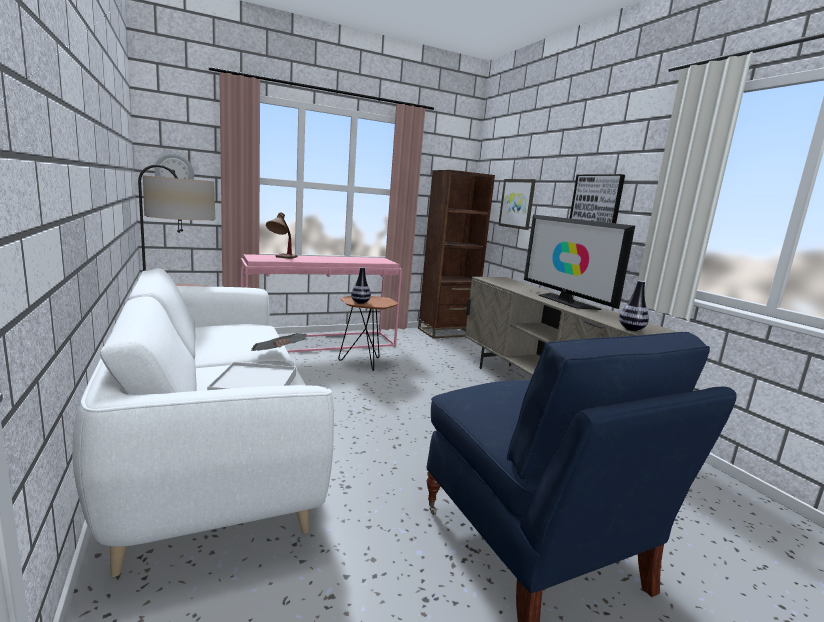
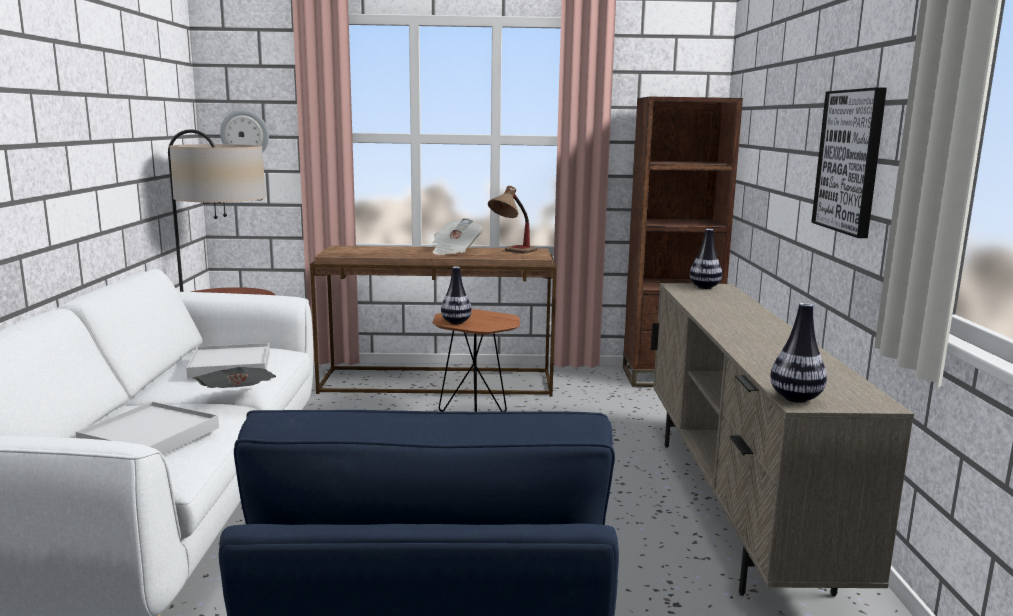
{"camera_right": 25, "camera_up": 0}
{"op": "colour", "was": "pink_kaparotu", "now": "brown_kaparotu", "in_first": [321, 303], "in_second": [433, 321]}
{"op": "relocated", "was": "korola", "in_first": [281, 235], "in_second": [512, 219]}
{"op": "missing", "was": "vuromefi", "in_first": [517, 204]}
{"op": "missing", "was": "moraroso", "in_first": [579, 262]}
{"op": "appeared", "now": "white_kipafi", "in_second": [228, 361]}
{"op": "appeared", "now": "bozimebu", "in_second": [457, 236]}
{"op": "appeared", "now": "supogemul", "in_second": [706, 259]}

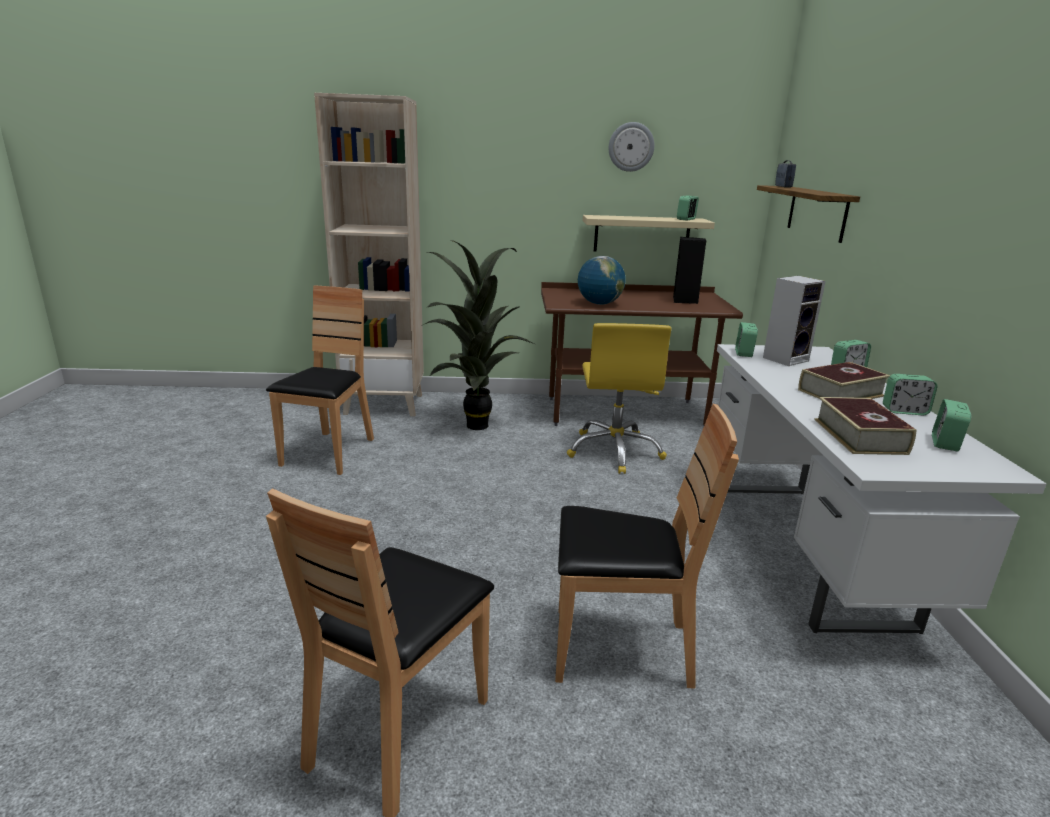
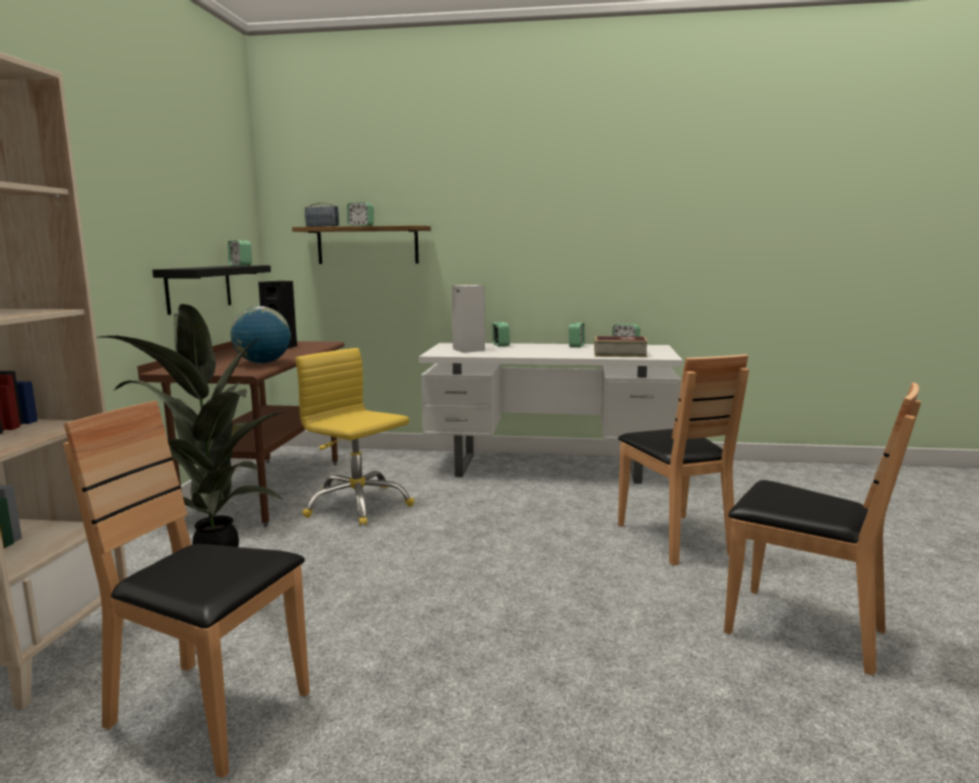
{"camera_right": -80, "camera_up": -10}
{"op": "spun", "was": "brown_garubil", "in_first": [647, 546], "in_second": [683, 459], "clockwise": 150}
{"op": "spun", "was": "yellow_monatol", "in_first": [619, 398], "in_second": [354, 437], "clockwise": -150}
{"op": "colour", "was": "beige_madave", "now": "black_madave", "in_first": [649, 233], "in_second": [211, 290]}
{"op": "missing", "was": "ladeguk", "in_first": [632, 147]}
{"op": "relocated", "was": "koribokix", "in_first": [746, 339], "in_second": [360, 214]}
{"op": "missing", "was": "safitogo", "in_first": [844, 380]}

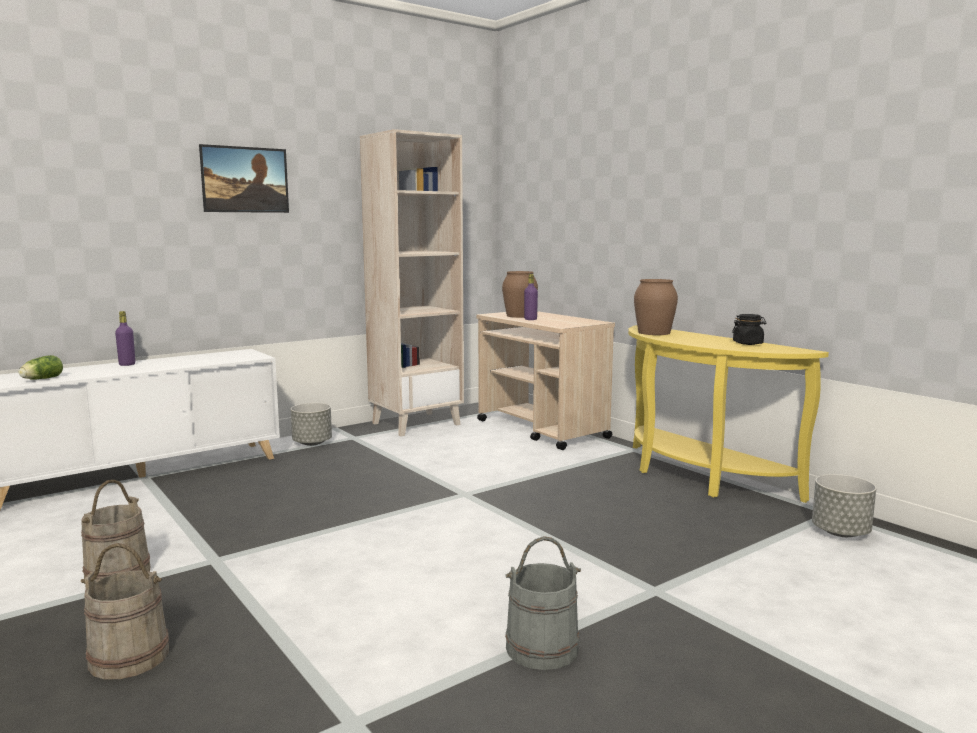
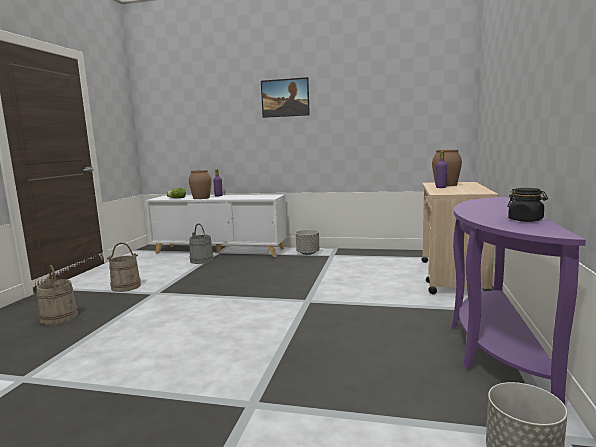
{"camera_right": 50, "camera_up": 0}
{"op": "missing", "was": "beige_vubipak", "in_first": [412, 282]}
{"op": "relocated", "was": "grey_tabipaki", "in_first": [543, 603], "in_second": [201, 243]}
{"op": "colour", "was": "yellow_kaparotu", "now": "purple_kaparotu", "in_first": [728, 414], "in_second": [519, 301]}
{"op": "relocated", "was": "brown_supogemul", "in_first": [656, 307], "in_second": [200, 184]}

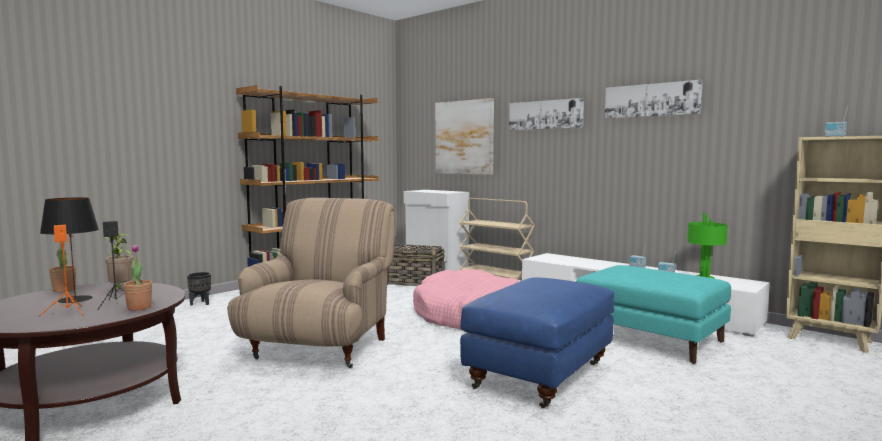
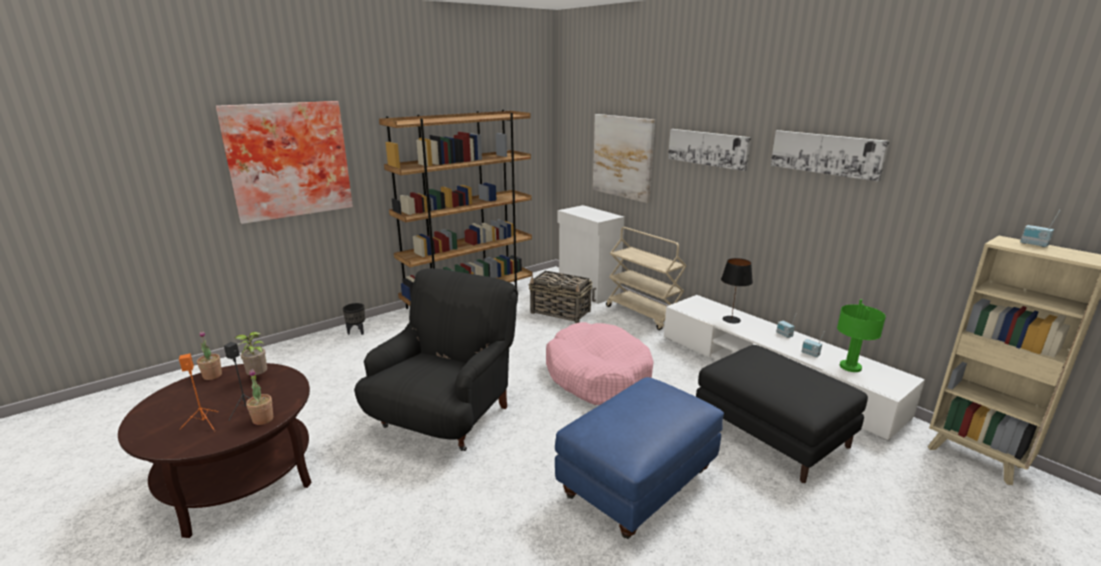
{"camera_right": 10, "camera_up": 15}
{"op": "relocated", "was": "black_korola", "in_first": [69, 250], "in_second": [737, 291]}
{"op": "colour", "was": "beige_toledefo", "now": "black_toledefo", "in_first": [311, 283], "in_second": [436, 359]}
{"op": "colour", "was": "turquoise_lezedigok", "now": "black_lezedigok", "in_first": [653, 314], "in_second": [782, 414]}
{"op": "appeared", "now": "vuromefi", "in_second": [284, 162]}

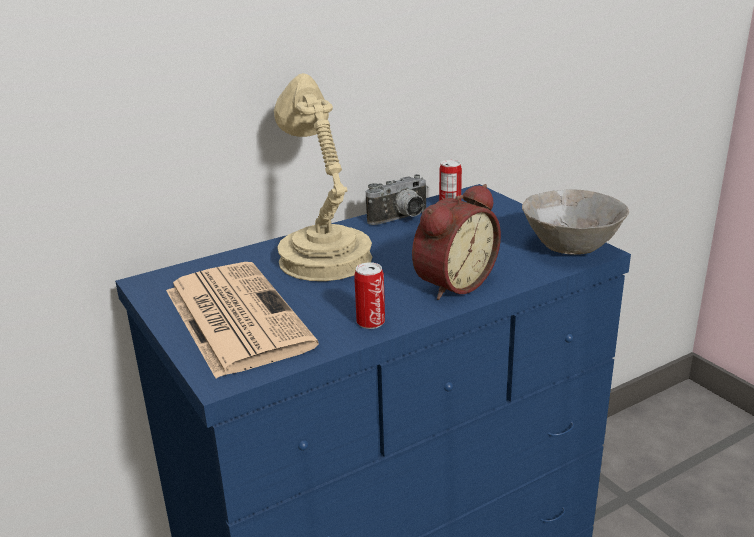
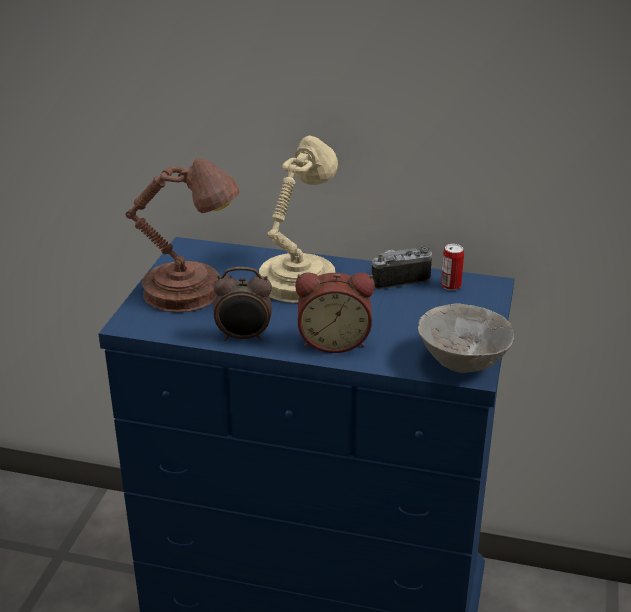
{"camera_right": 45, "camera_up": 5}
{"op": "exchanged", "was": "bozimebu", "now": "brown_korola", "in_first": [242, 320], "in_second": [183, 235]}
{"op": "exchanged", "was": "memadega", "now": "koribokix", "in_first": [369, 295], "in_second": [243, 304]}
{"op": "spun", "was": "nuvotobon", "in_first": [397, 199], "in_second": [401, 267], "clockwise": 150}

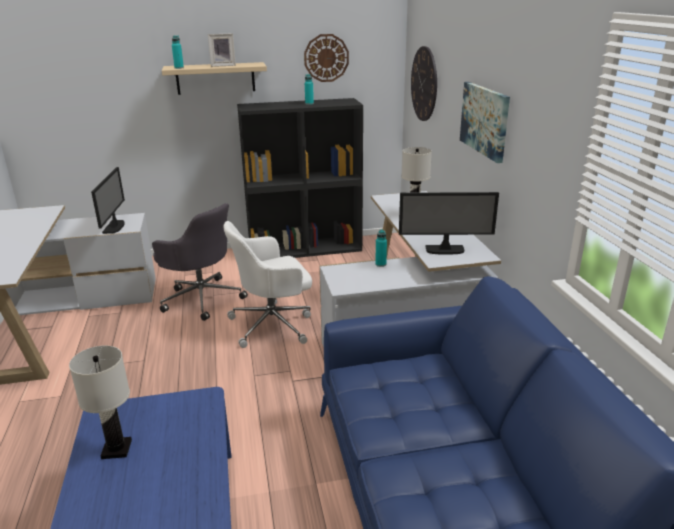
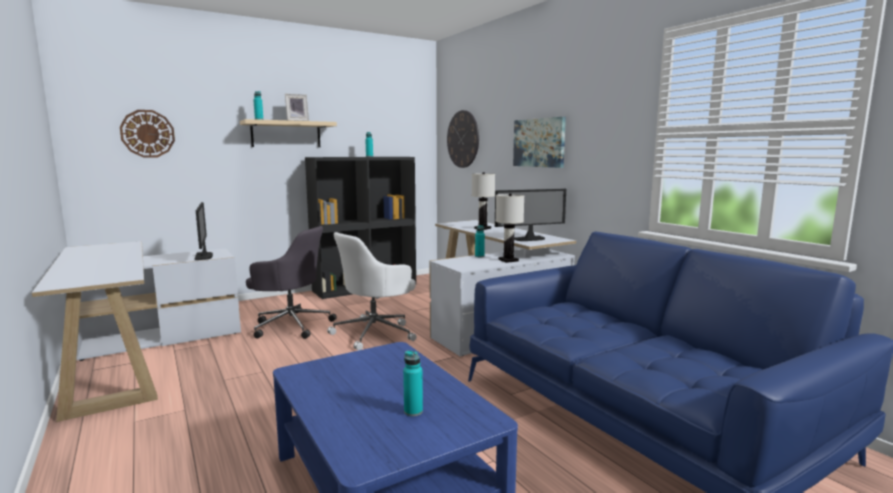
{"camera_right": -20, "camera_up": -15}
{"op": "relocated", "was": "white_korola", "in_first": [100, 402], "in_second": [509, 228]}
{"op": "relocated", "was": "ladeguk", "in_first": [326, 58], "in_second": [147, 134]}
{"op": "appeared", "now": "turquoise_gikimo", "in_second": [413, 383]}

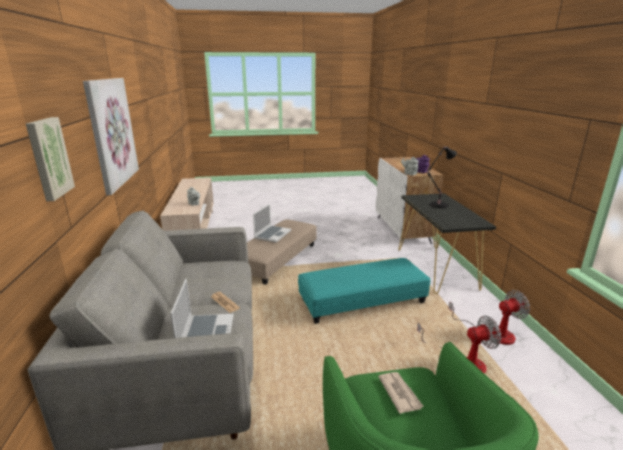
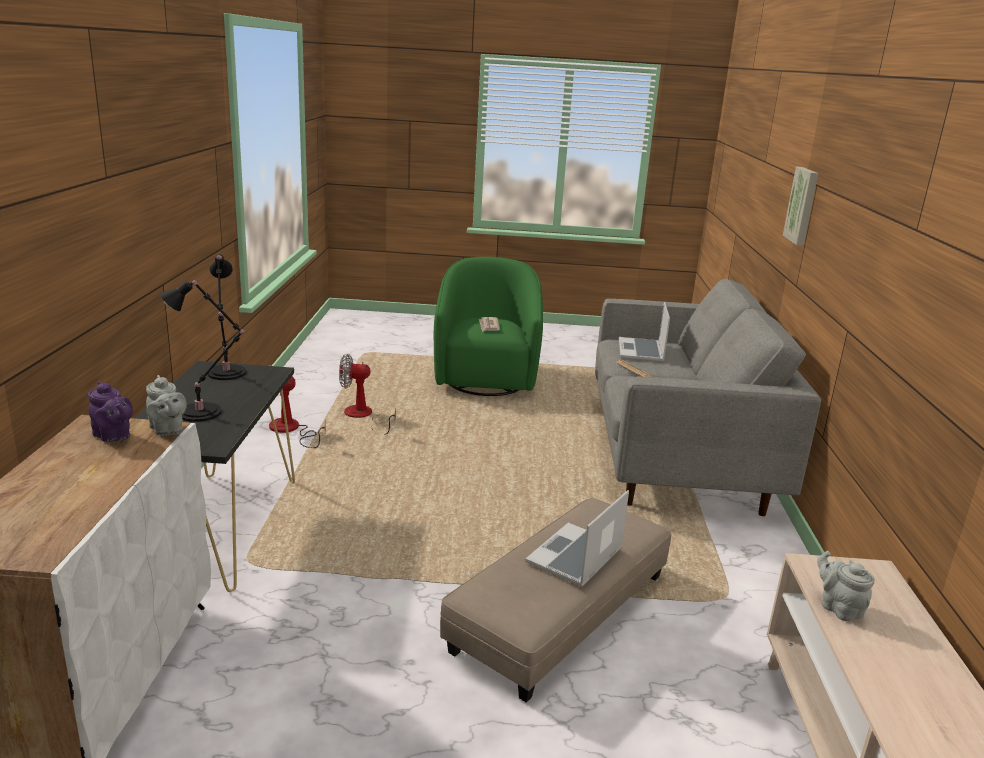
{"camera_right": -170, "camera_up": 0}
{"op": "missing", "was": "vuromefi", "in_first": [111, 136]}
{"op": "missing", "was": "turquoise_lezedigok", "in_first": [364, 291]}
{"op": "appeared", "now": "black_korola", "in_second": [226, 317]}

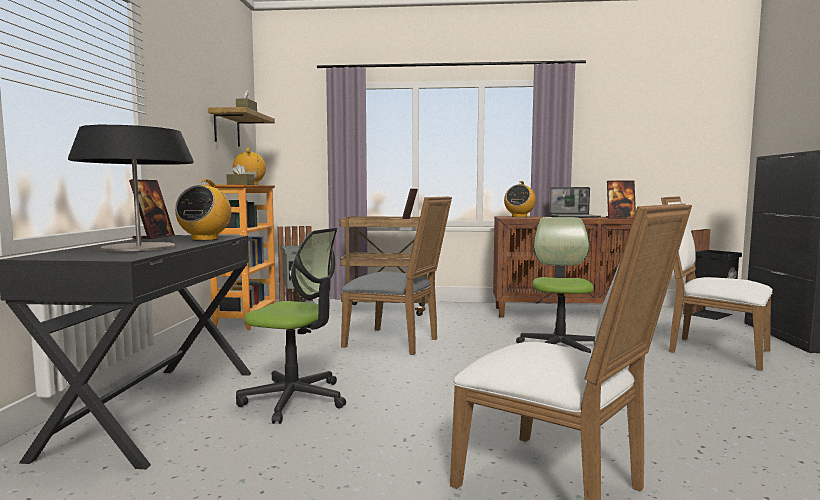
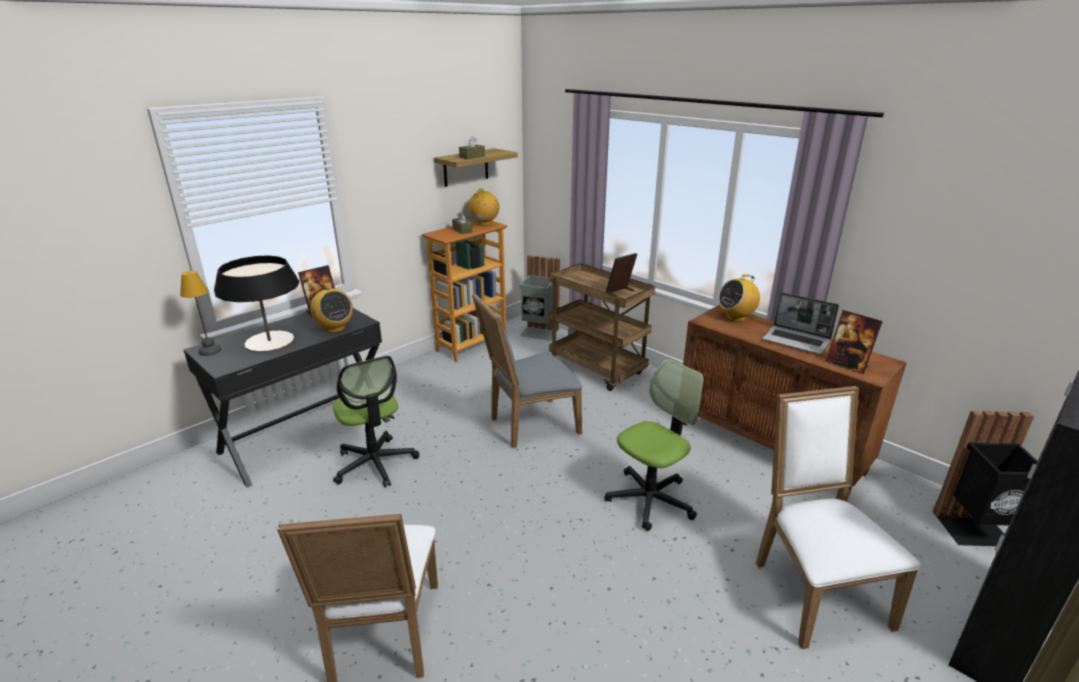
{"camera_right": 40, "camera_up": 20}
{"op": "spun", "was": "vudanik", "in_first": [203, 210], "in_second": [331, 308], "clockwise": -90}
{"op": "spun", "was": "grey_garubil", "in_first": [396, 275], "in_second": [527, 371], "clockwise": 90}
{"op": "appeared", "now": "korola", "in_second": [200, 313]}

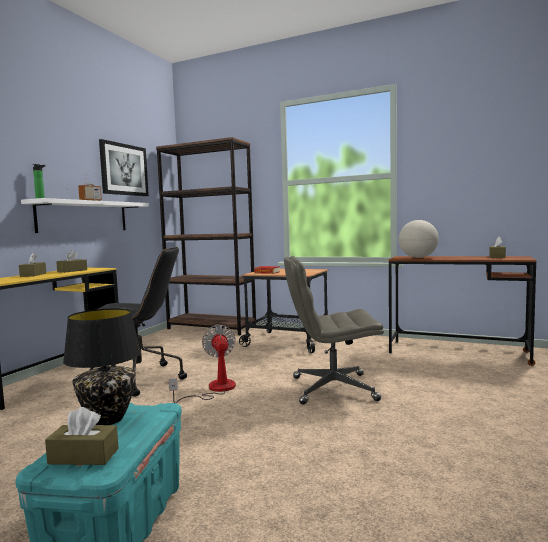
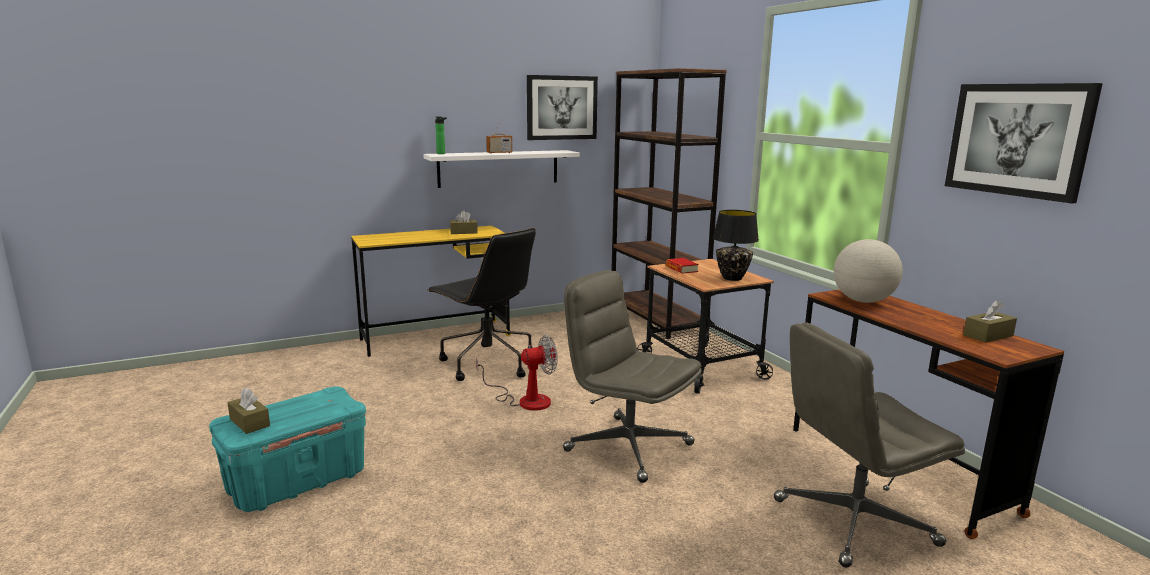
{"camera_right": 40, "camera_up": 10}
{"op": "missing", "was": "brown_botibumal", "in_first": [32, 264]}
{"op": "relocated", "was": "black_korola", "in_first": [102, 366], "in_second": [736, 245]}
{"op": "spun", "was": "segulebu", "in_first": [202, 364], "in_second": [517, 373], "clockwise": 45}
{"op": "appeared", "now": "grey_monatol", "in_second": [869, 445]}
{"op": "appeared", "now": "vuromefi", "in_second": [1024, 143]}

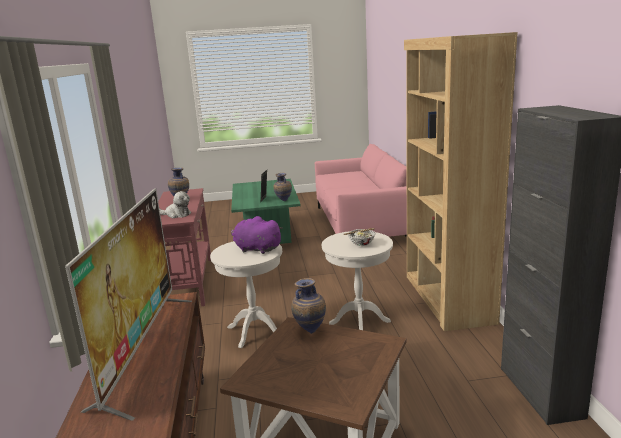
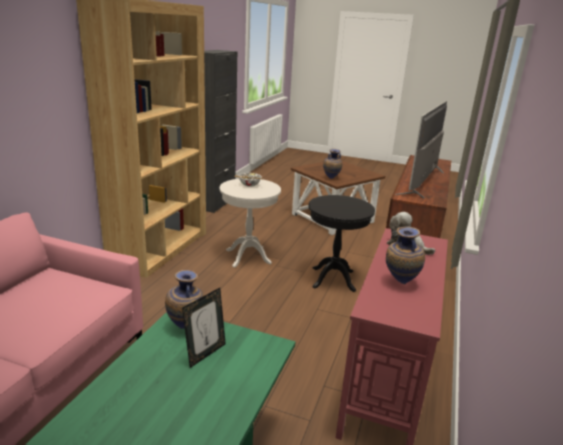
{"camera_right": -155, "camera_up": 5}
{"op": "colour", "was": "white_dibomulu", "now": "black_dibomulu", "in_first": [246, 294], "in_second": [341, 243]}
{"op": "missing", "was": "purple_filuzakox", "in_first": [257, 235]}

